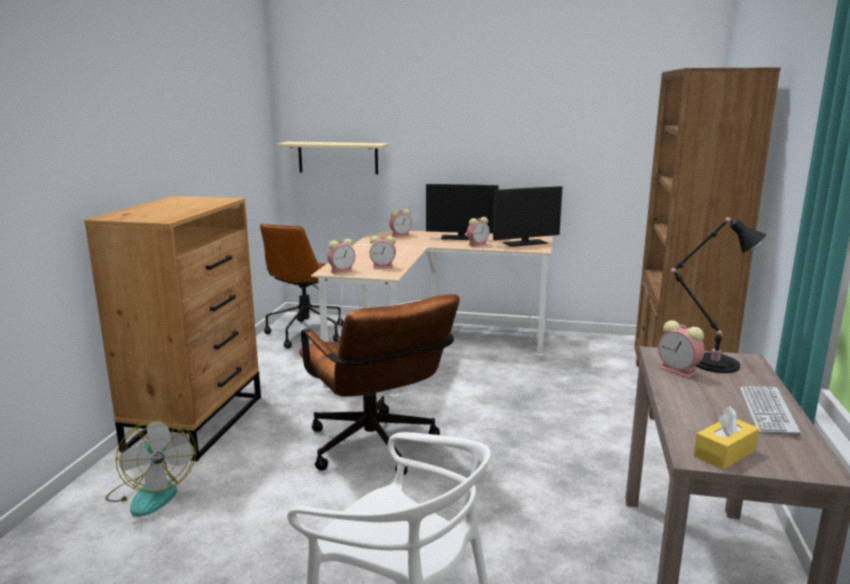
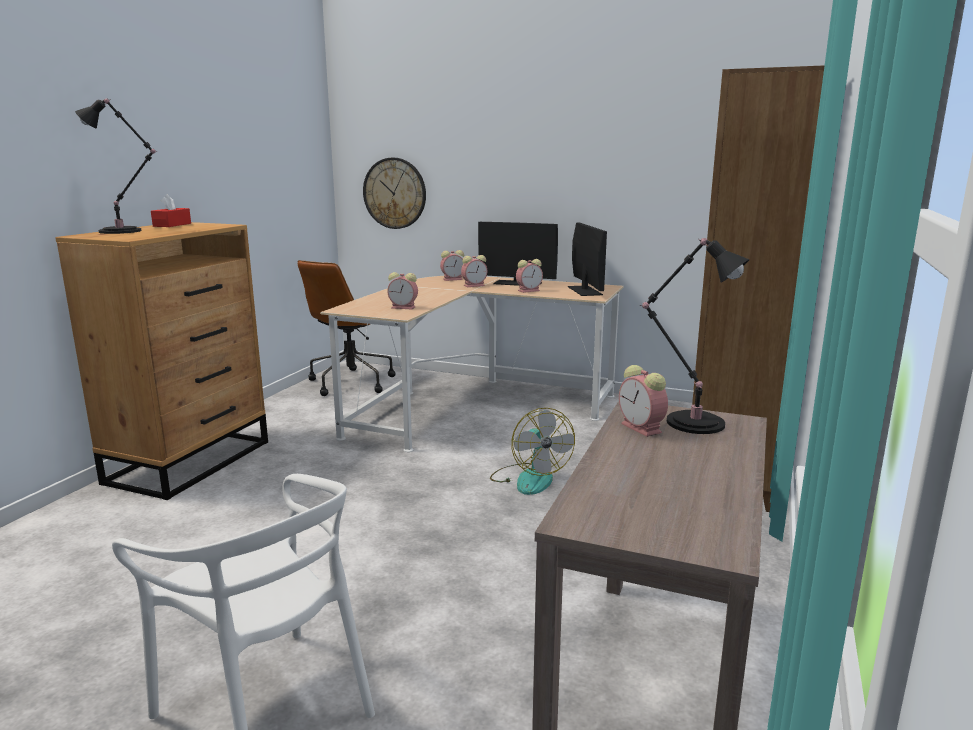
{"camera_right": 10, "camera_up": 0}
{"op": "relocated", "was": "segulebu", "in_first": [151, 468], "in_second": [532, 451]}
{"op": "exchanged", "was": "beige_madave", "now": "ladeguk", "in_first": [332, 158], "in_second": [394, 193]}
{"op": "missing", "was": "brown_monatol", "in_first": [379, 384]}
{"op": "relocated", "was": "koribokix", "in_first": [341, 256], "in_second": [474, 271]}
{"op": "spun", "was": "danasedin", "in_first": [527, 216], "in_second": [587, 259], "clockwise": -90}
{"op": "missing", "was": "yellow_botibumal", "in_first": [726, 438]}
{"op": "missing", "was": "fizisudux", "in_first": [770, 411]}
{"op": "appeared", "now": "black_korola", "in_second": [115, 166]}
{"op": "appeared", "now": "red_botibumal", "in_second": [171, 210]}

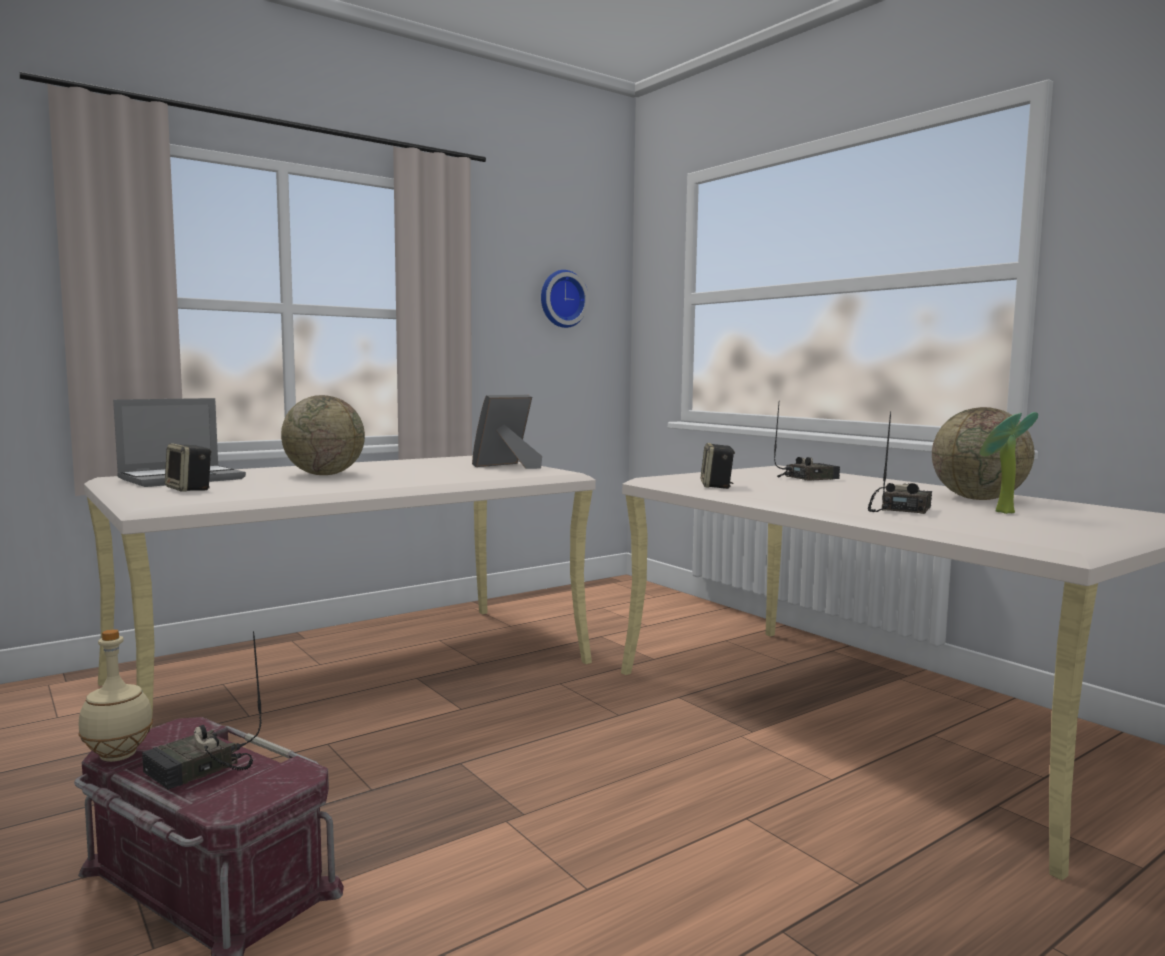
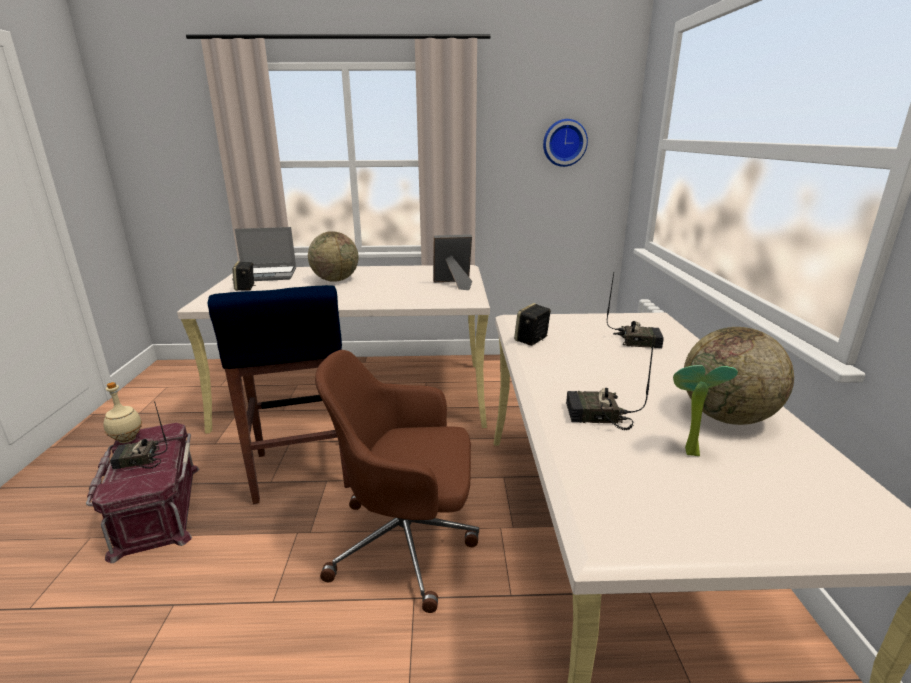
{"camera_right": 35, "camera_up": 15}
{"op": "spun", "was": "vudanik", "in_first": [900, 462], "in_second": [610, 382], "clockwise": -150}
{"op": "appeared", "now": "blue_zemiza", "in_second": [279, 394]}
{"op": "appeared", "now": "brown_monatol", "in_second": [397, 481]}

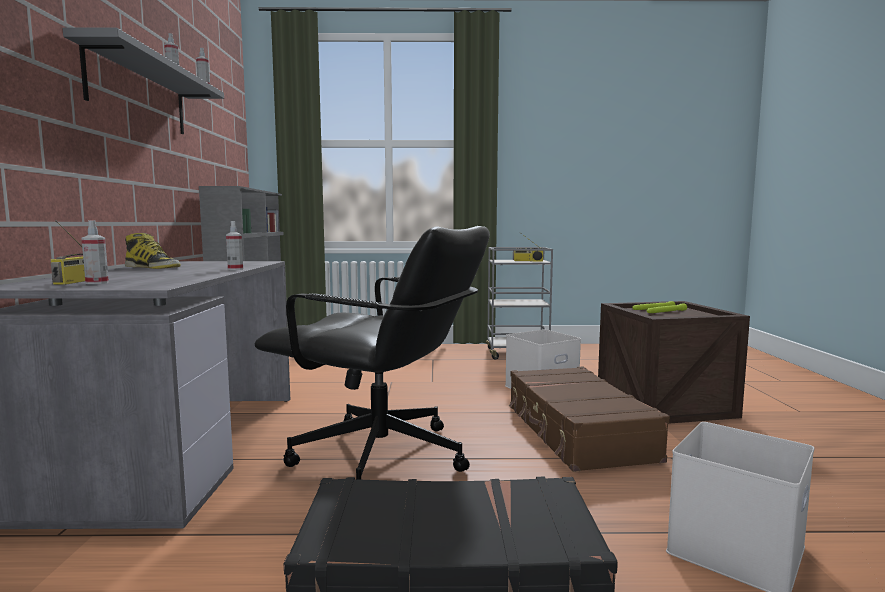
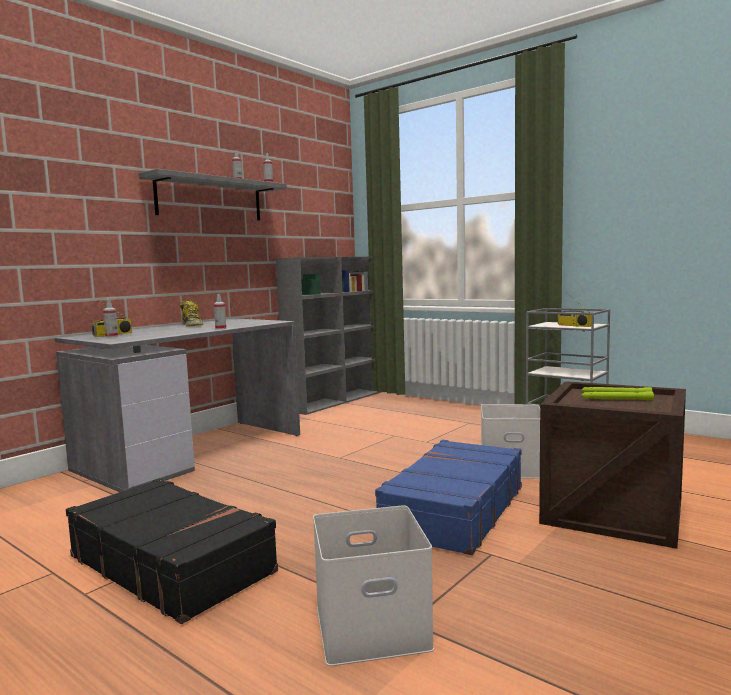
{"camera_right": 40, "camera_up": 0}
{"op": "missing", "was": "black_monatol", "in_first": [372, 353]}
{"op": "colour", "was": "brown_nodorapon", "now": "blue_nodorapon", "in_first": [589, 419], "in_second": [448, 497]}

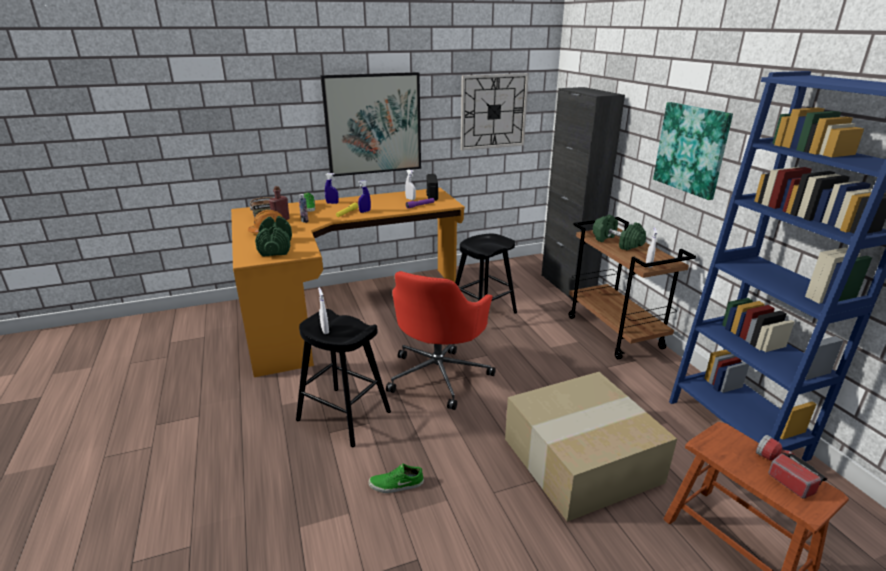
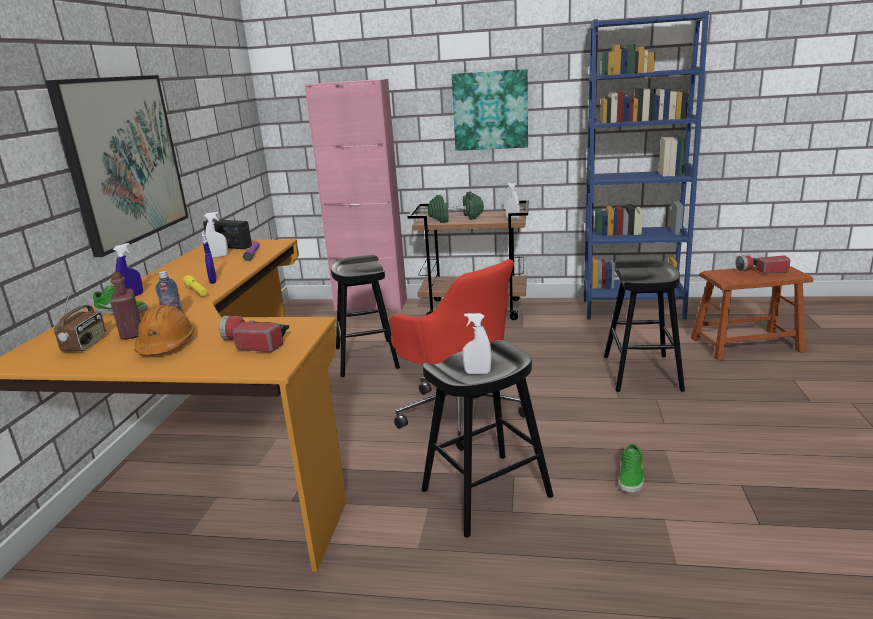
{"camera_right": -60, "camera_up": -5}
{"op": "exchanged", "was": "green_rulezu", "now": "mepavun", "in_first": [273, 236], "in_second": [254, 334]}
{"op": "missing", "was": "ladeguk", "in_first": [495, 111]}
{"op": "exchanged", "was": "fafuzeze", "now": "black_zemiza", "in_first": [591, 447], "in_second": [644, 325]}
{"op": "colour", "was": "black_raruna", "now": "pink_raruna", "in_first": [583, 194], "in_second": [356, 195]}

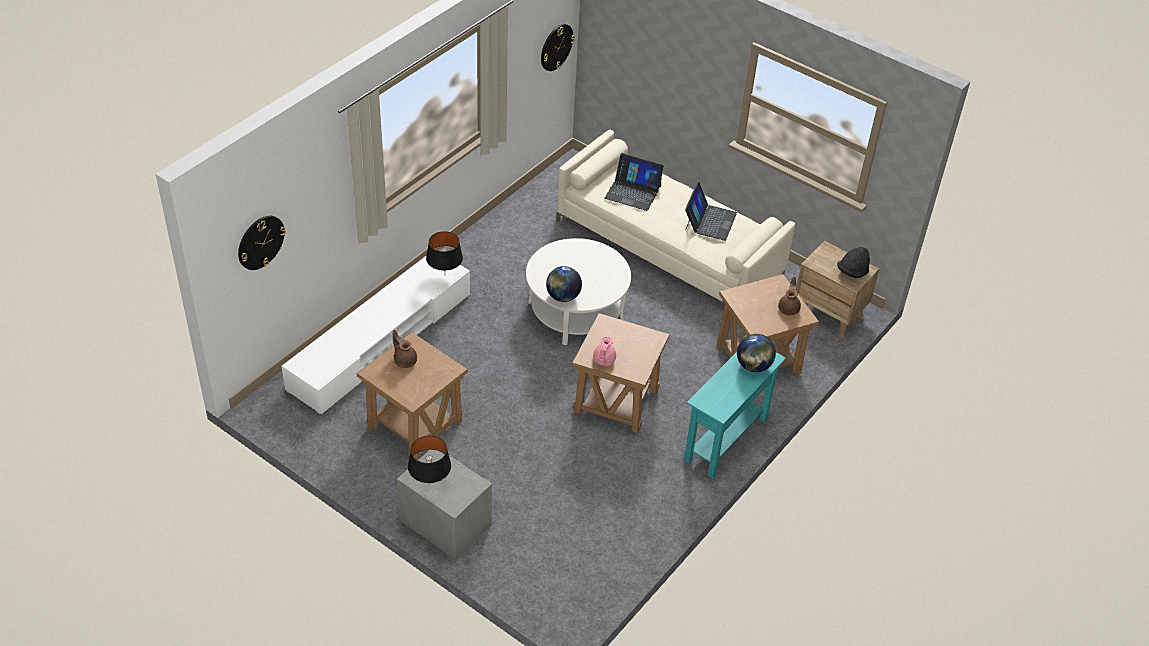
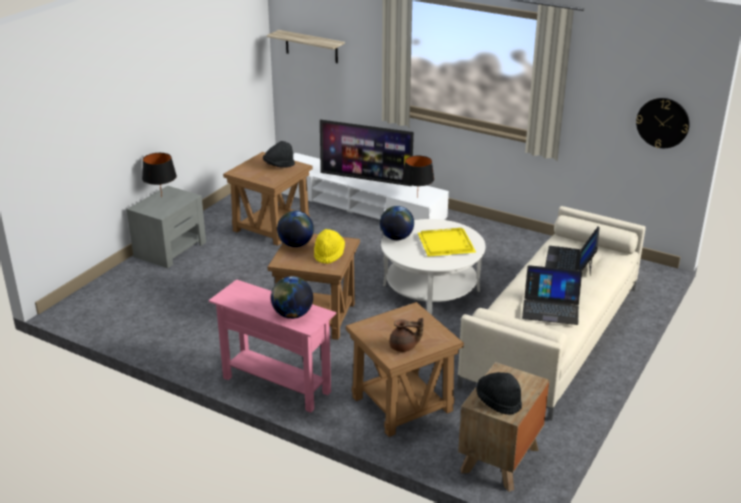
{"camera_right": 85, "camera_up": -15}
{"op": "exchanged", "was": "ladeguk", "now": "madave", "in_first": [262, 243], "in_second": [306, 46]}
{"op": "exchanged", "was": "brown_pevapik", "now": "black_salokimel", "in_first": [405, 349], "in_second": [279, 154]}
{"op": "exchanged", "was": "pink_pevapik", "now": "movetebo", "in_first": [604, 351], "in_second": [295, 229]}
{"op": "colour", "was": "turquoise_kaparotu", "now": "pink_kaparotu", "in_first": [735, 415], "in_second": [272, 346]}
{"op": "appeared", "now": "yellow_salokimel", "in_second": [329, 246]}
{"op": "appeared", "now": "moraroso", "in_second": [367, 152]}
{"op": "appeared", "now": "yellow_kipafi", "in_second": [447, 242]}

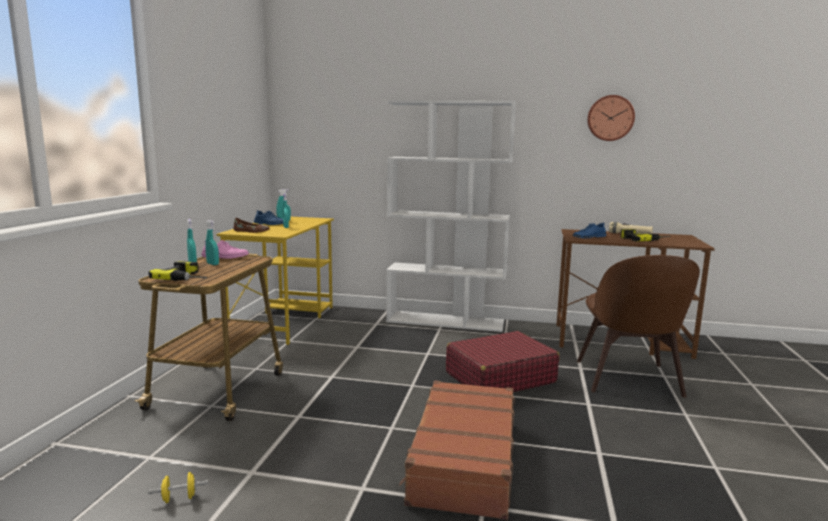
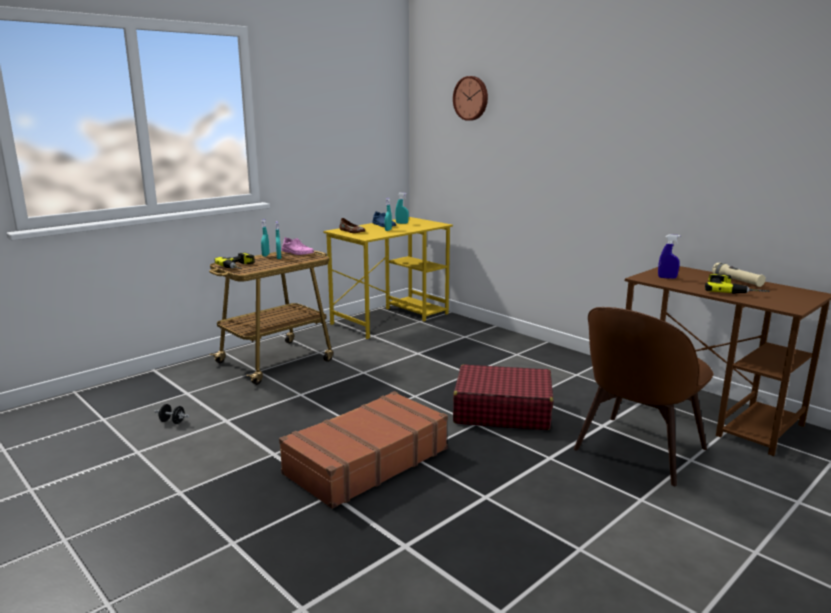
{"camera_right": 35, "camera_up": 5}
{"op": "colour", "was": "yellow_rulezu", "now": "black_rulezu", "in_first": [178, 487], "in_second": [172, 414]}
{"op": "missing", "was": "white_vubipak", "in_first": [451, 216]}
{"op": "exchanged", "was": "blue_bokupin", "now": "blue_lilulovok", "in_first": [589, 230], "in_second": [669, 257]}
{"op": "relocated", "was": "ladeguk", "in_first": [611, 118], "in_second": [470, 98]}

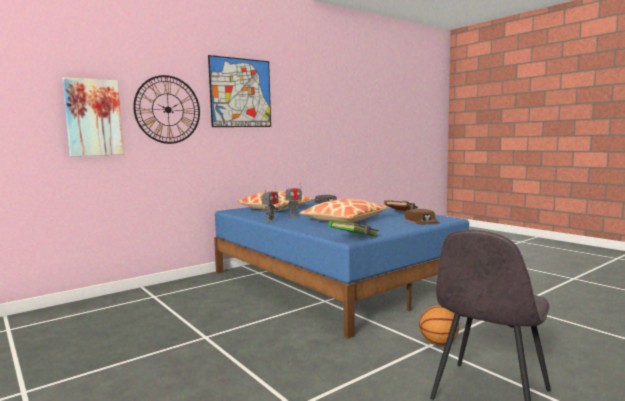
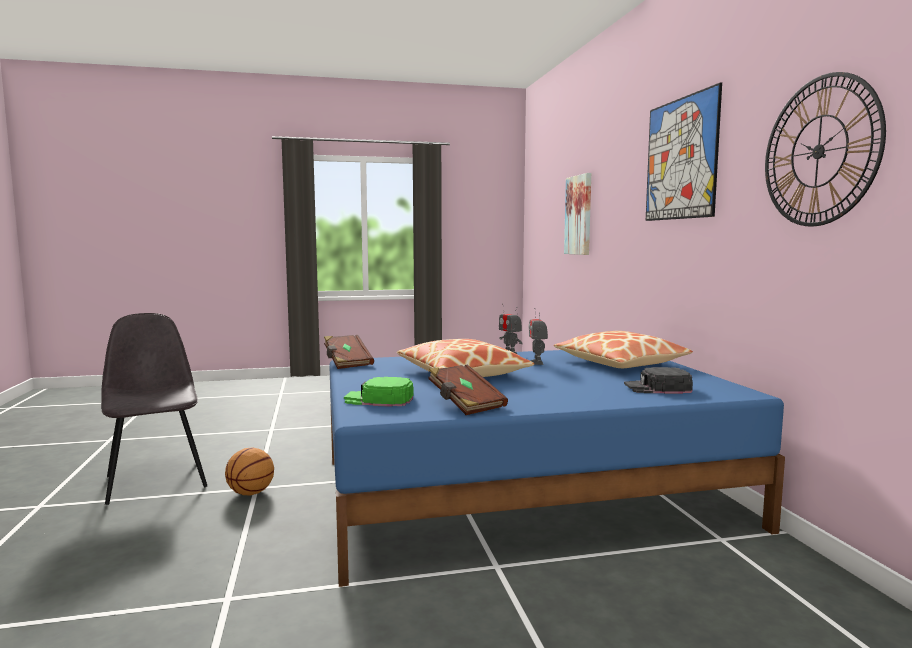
{"camera_right": 115, "camera_up": 0}
{"op": "relocated", "was": "ladeguk", "in_first": [166, 109], "in_second": [825, 149]}
{"op": "colour", "was": "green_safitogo", "now": "brown_safitogo", "in_first": [354, 229], "in_second": [349, 352]}
{"op": "colour", "was": "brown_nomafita", "now": "green_nomafita", "in_first": [422, 217], "in_second": [379, 392]}

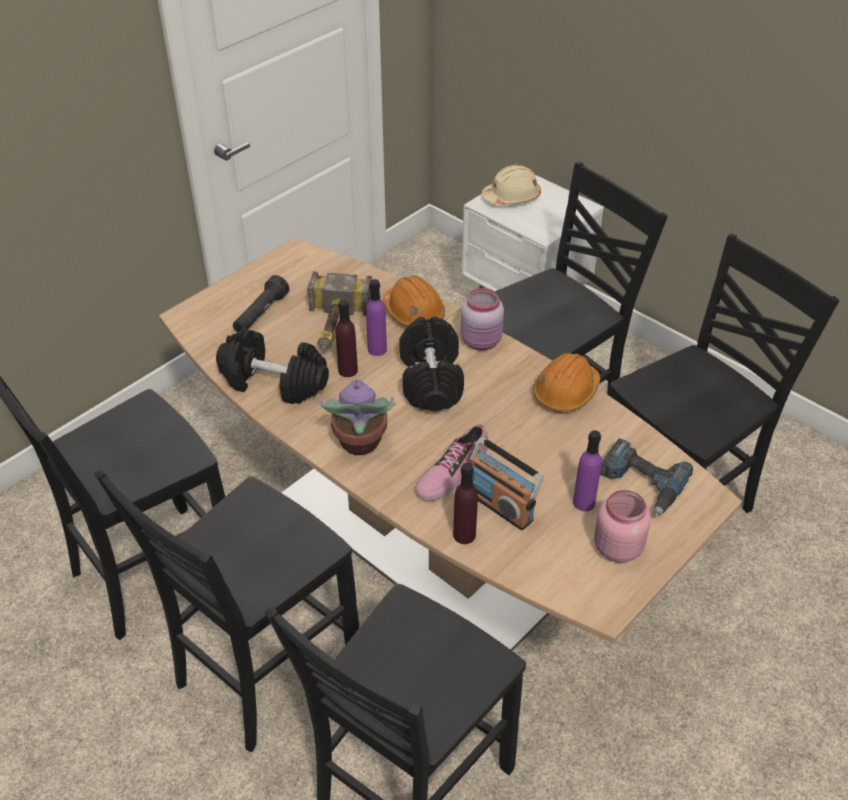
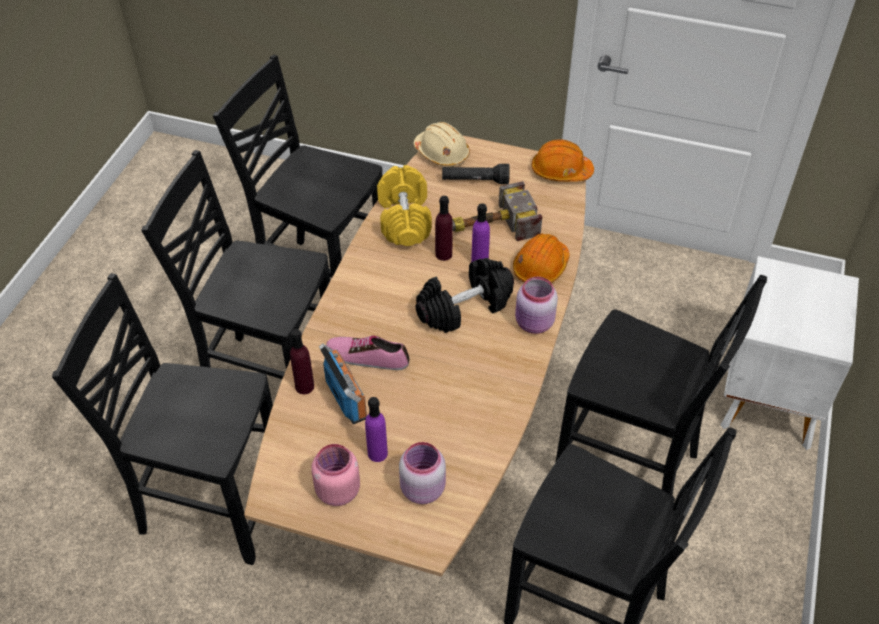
{"camera_right": 65, "camera_up": 5}
{"op": "colour", "was": "black_rulezu", "now": "yellow_rulezu", "in_first": [272, 366], "in_second": [404, 205]}
{"op": "missing", "was": "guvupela", "in_first": [357, 417]}
{"op": "spun", "was": "vudanik", "in_first": [507, 483], "in_second": [343, 383], "clockwise": 135}
{"op": "relocated", "was": "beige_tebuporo", "in_first": [511, 185], "in_second": [442, 144]}
{"op": "relocated", "was": "orange_tebuporo", "in_first": [567, 383], "in_second": [563, 161]}
{"op": "exchanged", "was": "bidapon", "now": "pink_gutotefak", "in_first": [646, 477], "in_second": [422, 473]}

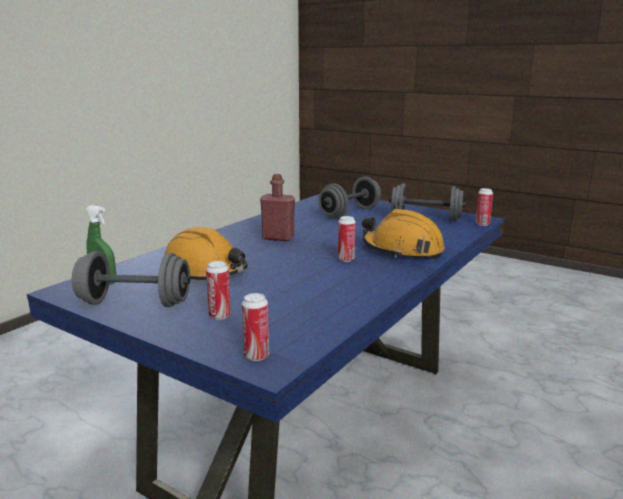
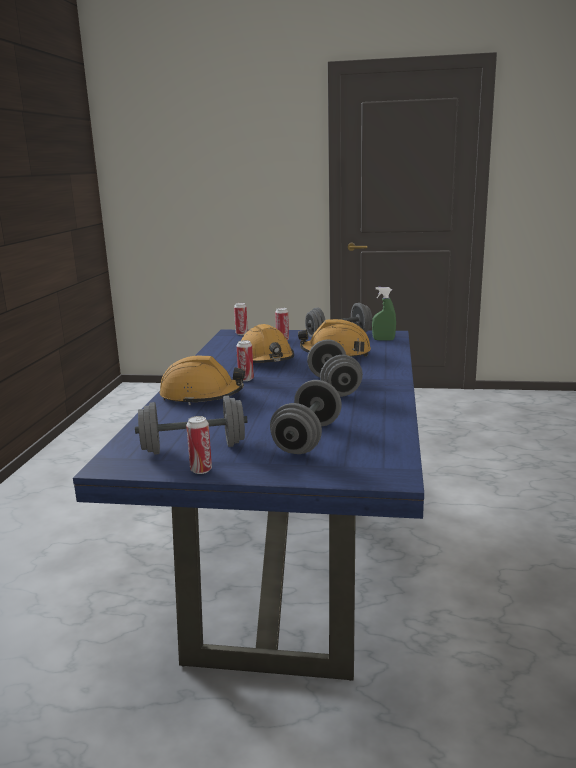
{"camera_right": 155, "camera_up": 0}
{"op": "exchanged", "was": "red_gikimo", "now": "grey_rulezu", "in_first": [277, 207], "in_second": [335, 368]}
{"op": "relocated", "was": "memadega", "in_first": [484, 207], "in_second": [199, 445]}
{"op": "appeared", "now": "orange_tebuporo", "in_second": [268, 343]}

